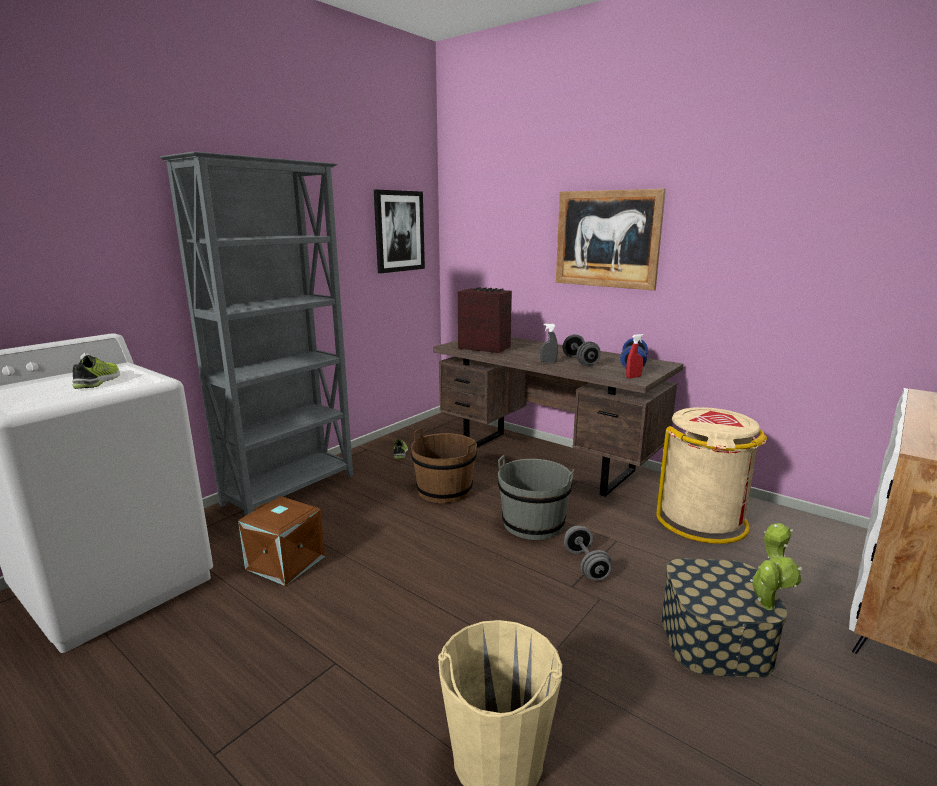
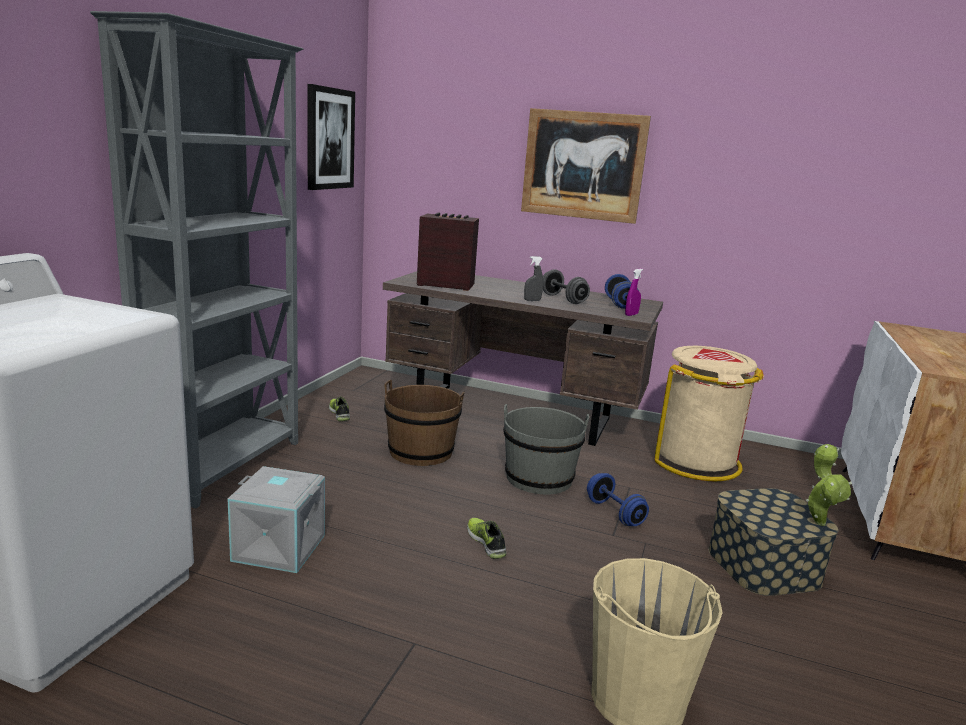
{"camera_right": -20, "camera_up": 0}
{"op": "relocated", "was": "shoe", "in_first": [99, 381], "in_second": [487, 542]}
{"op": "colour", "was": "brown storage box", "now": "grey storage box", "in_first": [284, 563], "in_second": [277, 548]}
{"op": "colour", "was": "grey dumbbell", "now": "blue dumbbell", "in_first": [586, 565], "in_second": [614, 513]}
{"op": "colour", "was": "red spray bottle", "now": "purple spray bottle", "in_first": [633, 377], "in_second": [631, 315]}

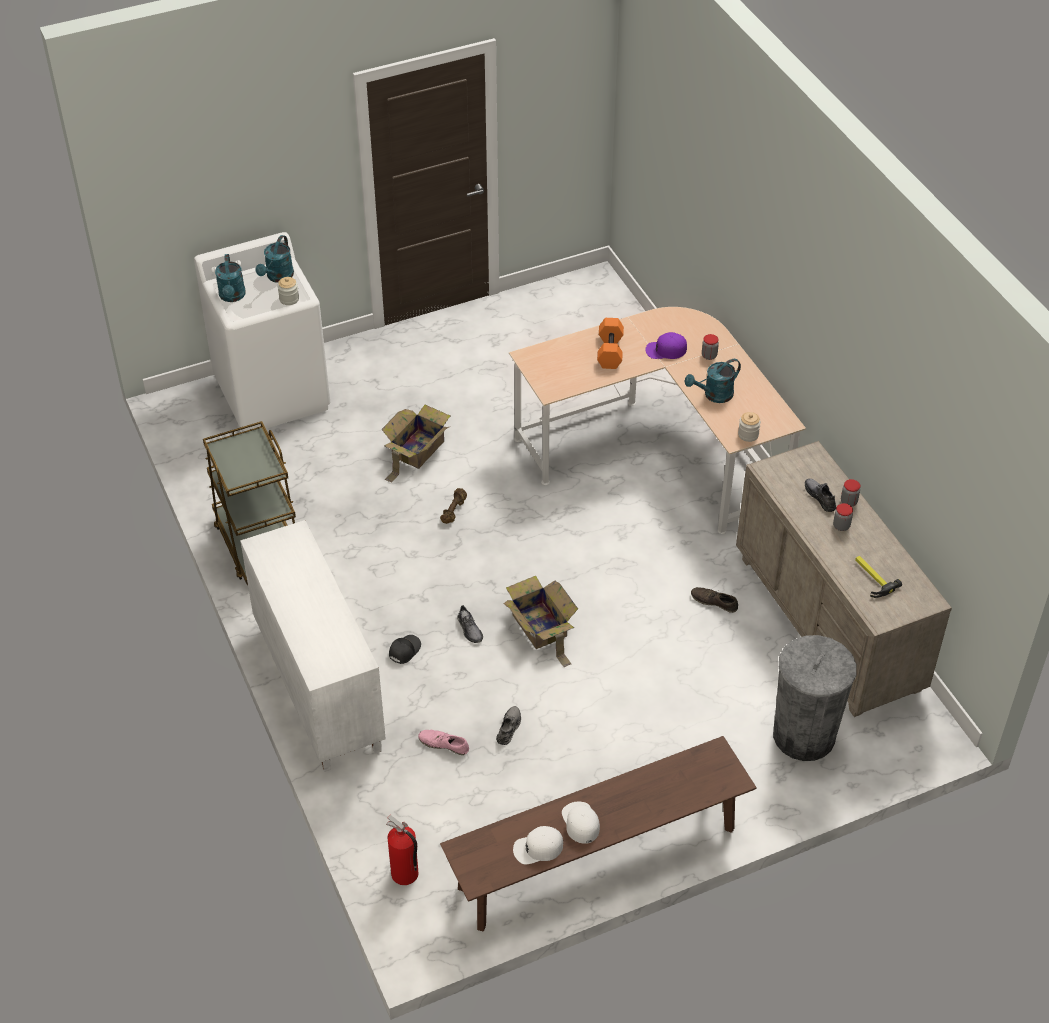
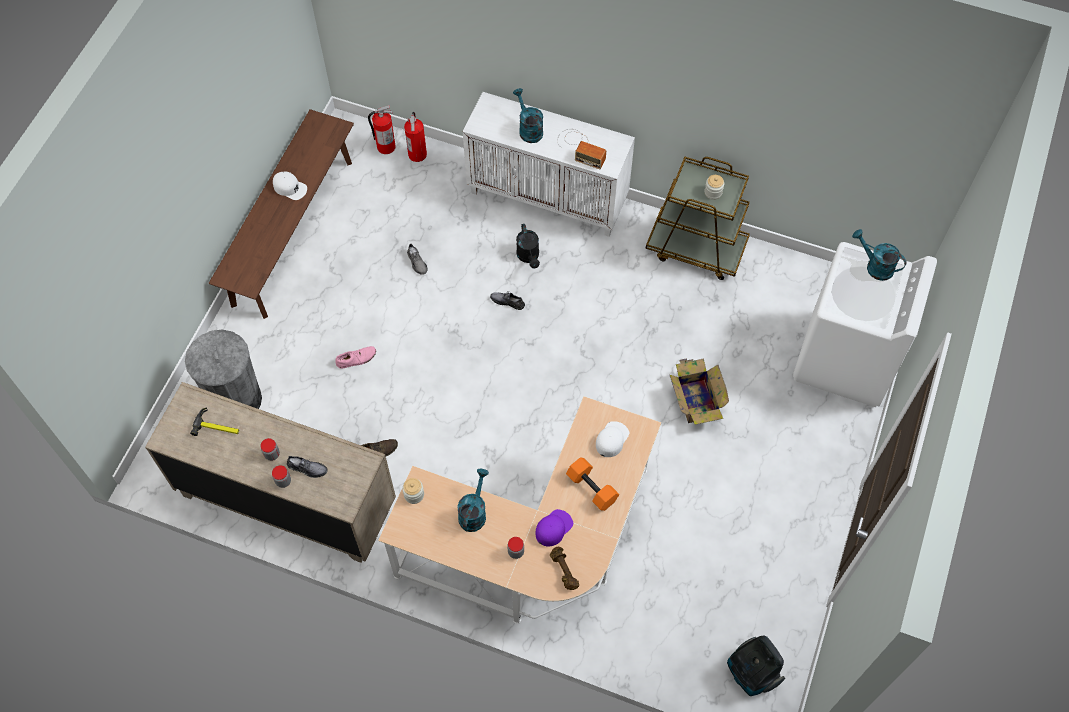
{"camera_right": 135, "camera_up": 15}
{"op": "missing", "was": "cardboard box", "in_first": [540, 628]}
{"op": "appeared", "now": "fire extinguisher", "in_second": [418, 154]}
{"op": "appeared", "now": "radio", "in_second": [580, 148]}
{"op": "appeared", "now": "vacuum cleaner", "in_second": [751, 673]}
{"op": "relocated", "was": "turquoise watering can", "in_first": [278, 277], "in_second": [528, 129]}
{"op": "relocated", "was": "jar", "in_first": [289, 299], "in_second": [713, 192]}
{"op": "relocated", "was": "pink shoe", "in_first": [444, 744], "in_second": [356, 359]}
{"op": "relocated", "was": "brown dumbbell", "in_first": [454, 511], "in_second": [563, 571]}
{"op": "relocated", "was": "white cap", "in_first": [538, 848], "in_second": [611, 439]}
{"op": "exchanged", "was": "black cap", "now": "black watering can", "in_first": [404, 650], "in_second": [529, 257]}

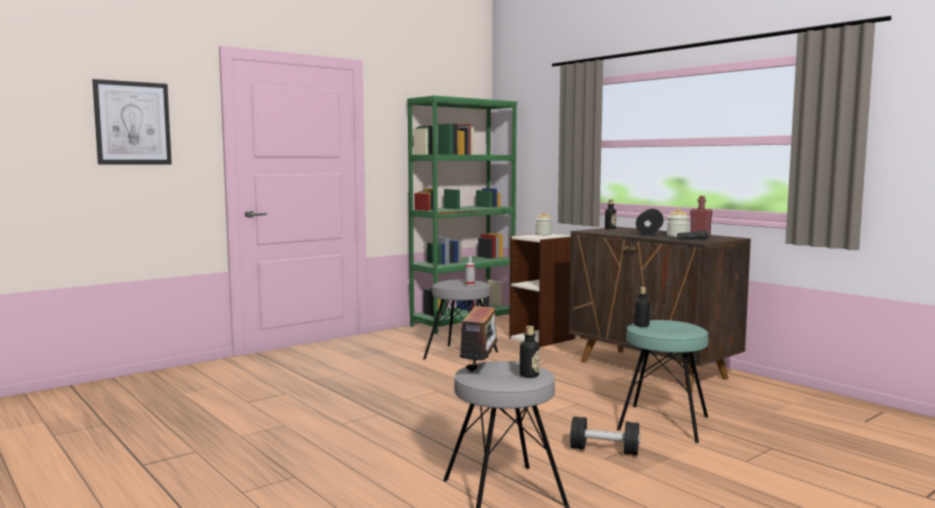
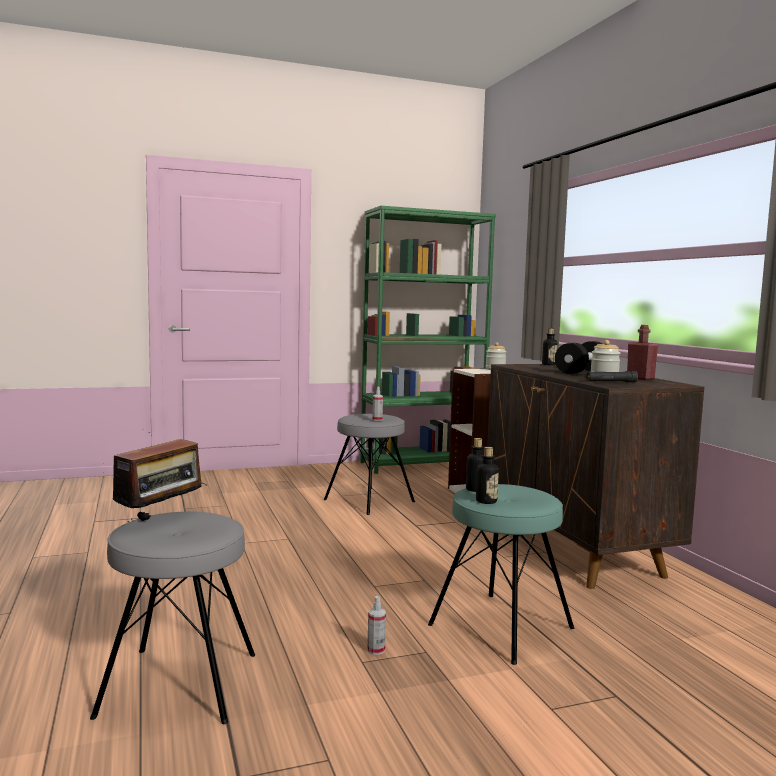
{"camera_right": 20, "camera_up": 0}
{"op": "missing", "was": "picture", "in_first": [132, 123]}
{"op": "relocated", "was": "bottle", "in_first": [529, 375], "in_second": [486, 501]}
{"op": "exchanged", "was": "black dumbbell", "now": "spray bottle", "in_first": [604, 450], "in_second": [376, 650]}

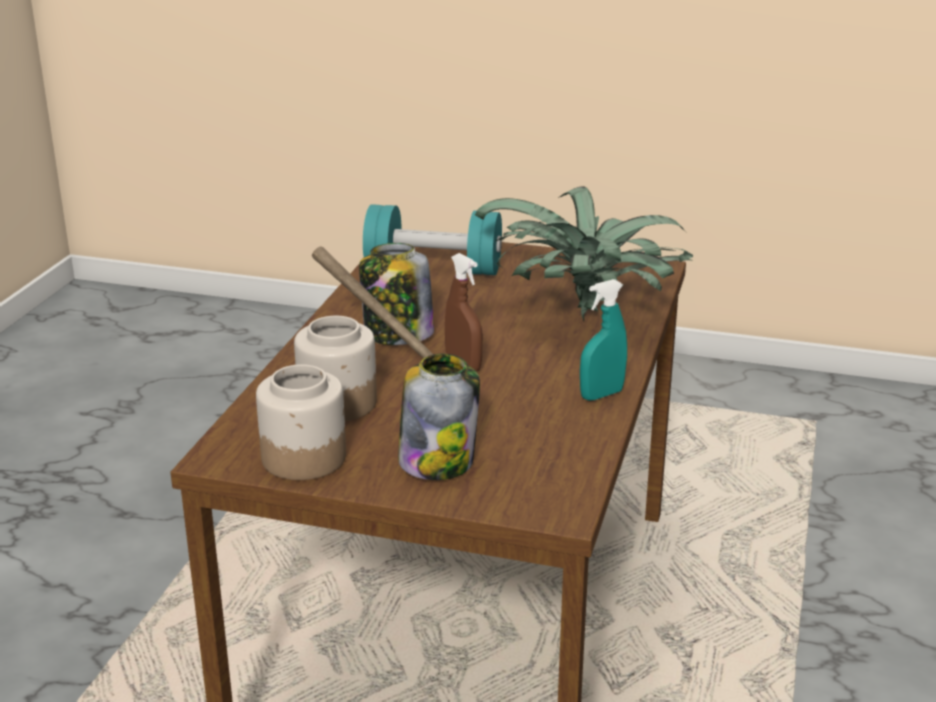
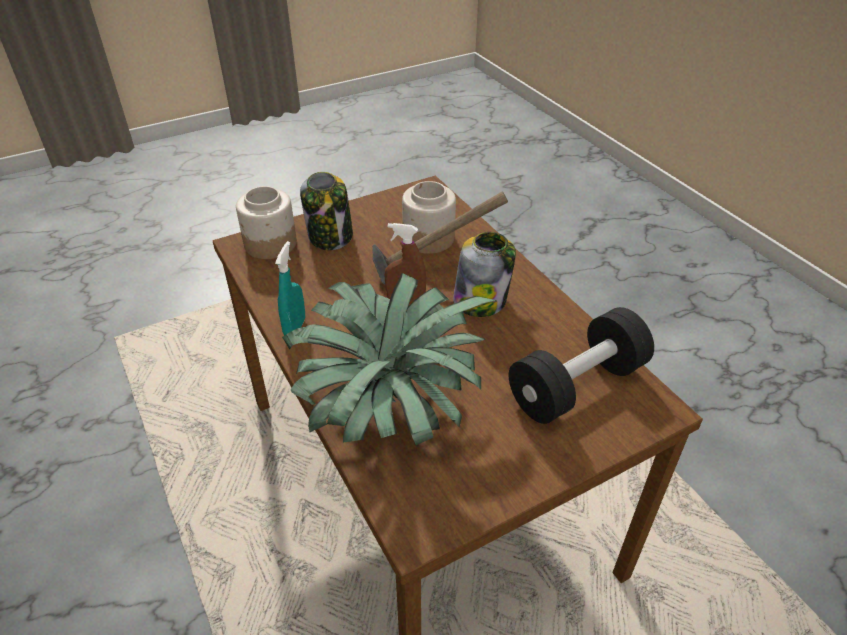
{"camera_right": 135, "camera_up": 15}
{"op": "relocated", "was": "jar", "in_first": [305, 457], "in_second": [270, 244]}
{"op": "colour", "was": "turquoise dumbbell", "now": "black dumbbell", "in_first": [433, 268], "in_second": [577, 385]}

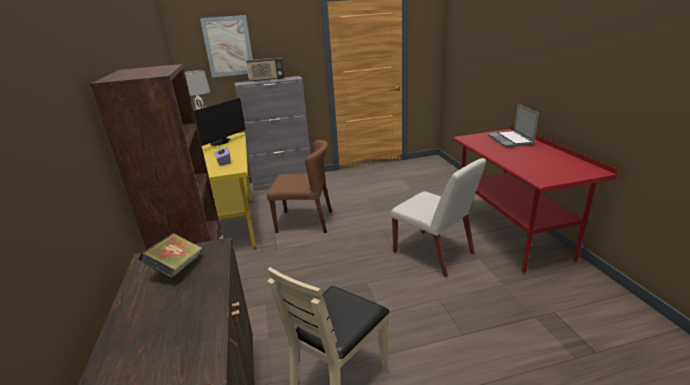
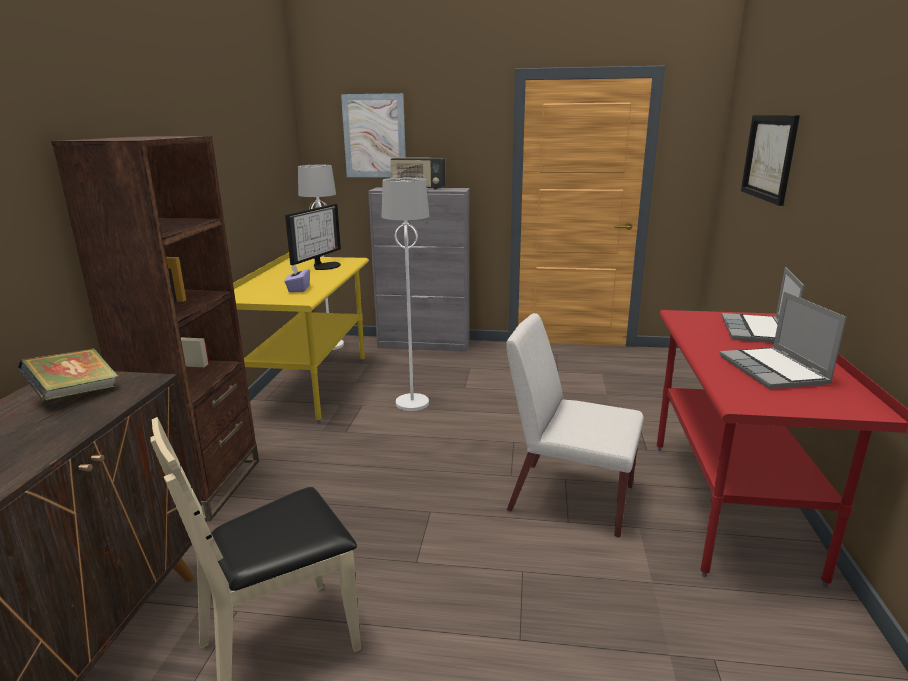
{"camera_right": 20, "camera_up": -5}
{"op": "appeared", "now": "laptop", "in_second": [774, 370]}
{"op": "appeared", "now": "picture", "in_second": [769, 157]}
{"op": "exchanged", "was": "brown chair", "now": "white floor lamp", "in_first": [305, 221], "in_second": [412, 403]}
{"op": "spun", "was": "monitor", "in_first": [221, 142], "in_second": [324, 266], "clockwise": 150}
{"op": "spun", "was": "white chair", "in_first": [434, 253], "in_second": [569, 498], "clockwise": 135}

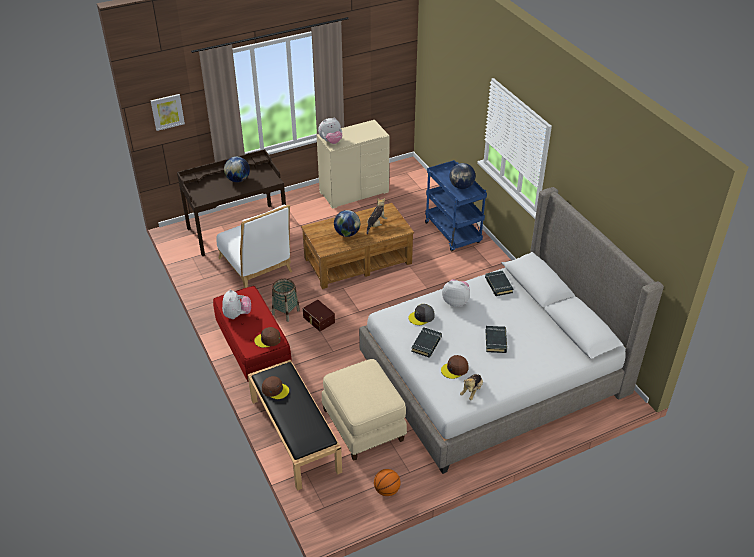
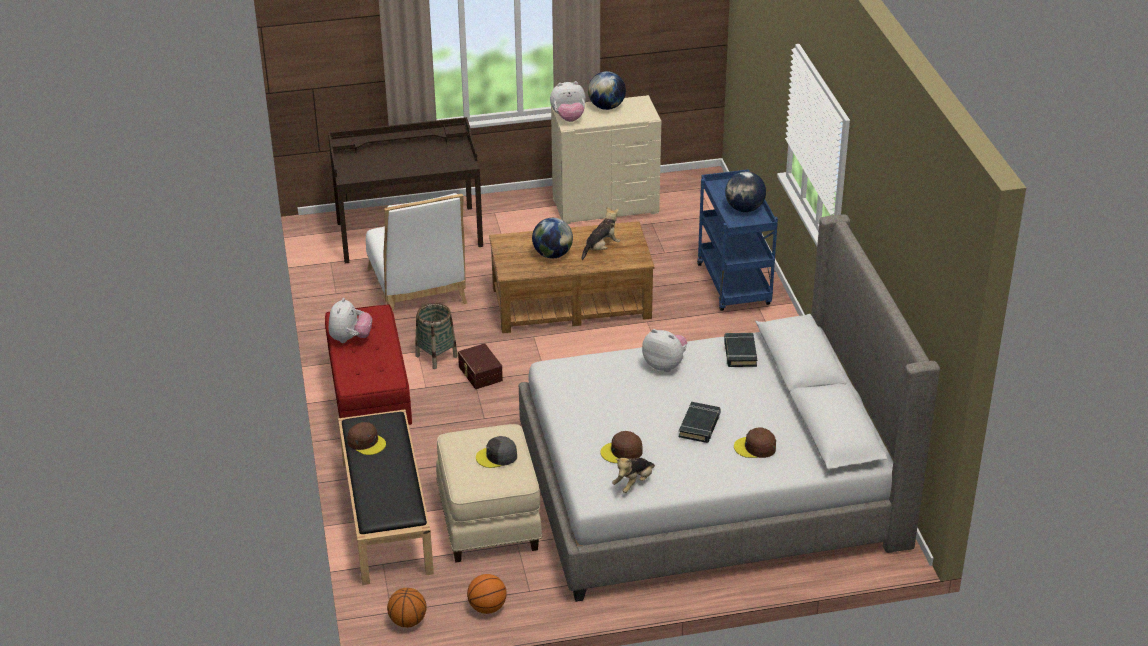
{"camera_right": 15, "camera_up": -5}
{"op": "missing", "was": "picture", "in_first": [167, 111]}
{"op": "missing", "was": "black book", "in_first": [426, 344]}
{"op": "appeared", "now": "basketball", "in_second": [408, 621]}
{"op": "relocated", "was": "globe", "in_first": [238, 179], "in_second": [606, 107]}
{"op": "relocated", "was": "brown cap", "in_first": [268, 340], "in_second": [755, 447]}
{"op": "relocated", "was": "grey cap", "in_first": [421, 317], "in_second": [497, 456]}

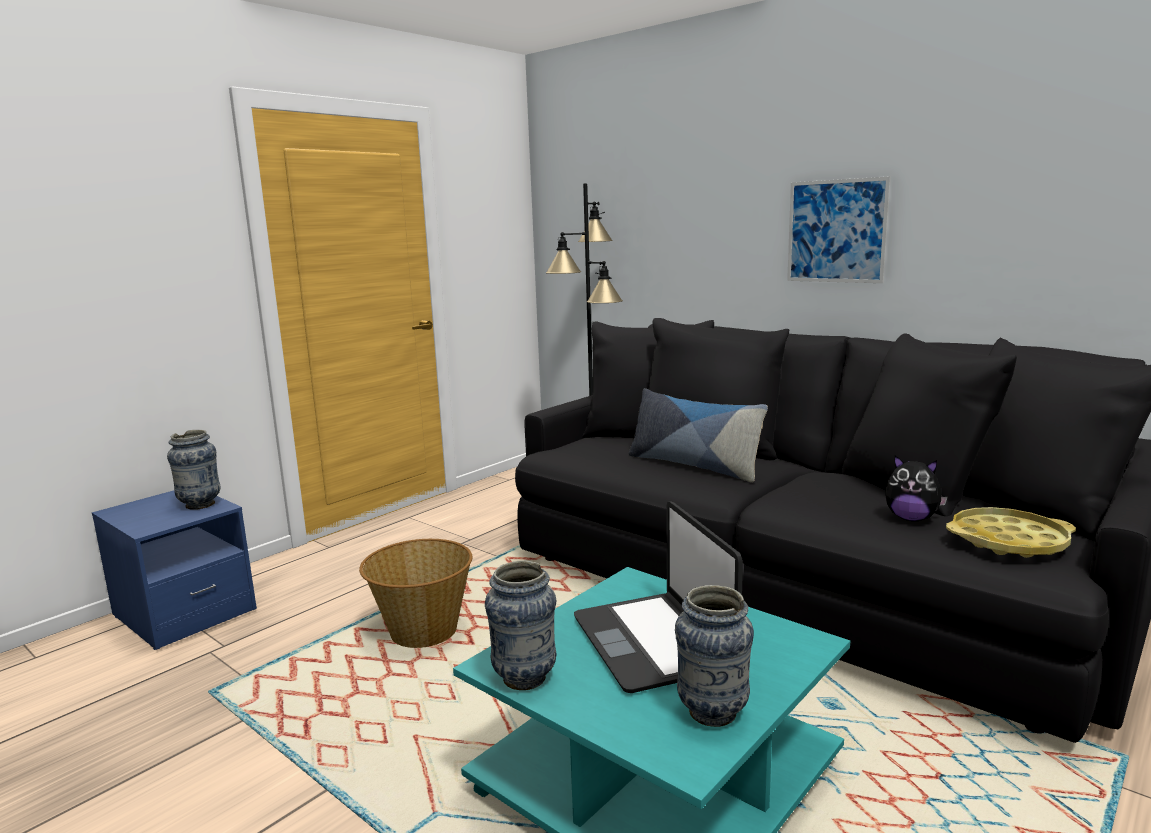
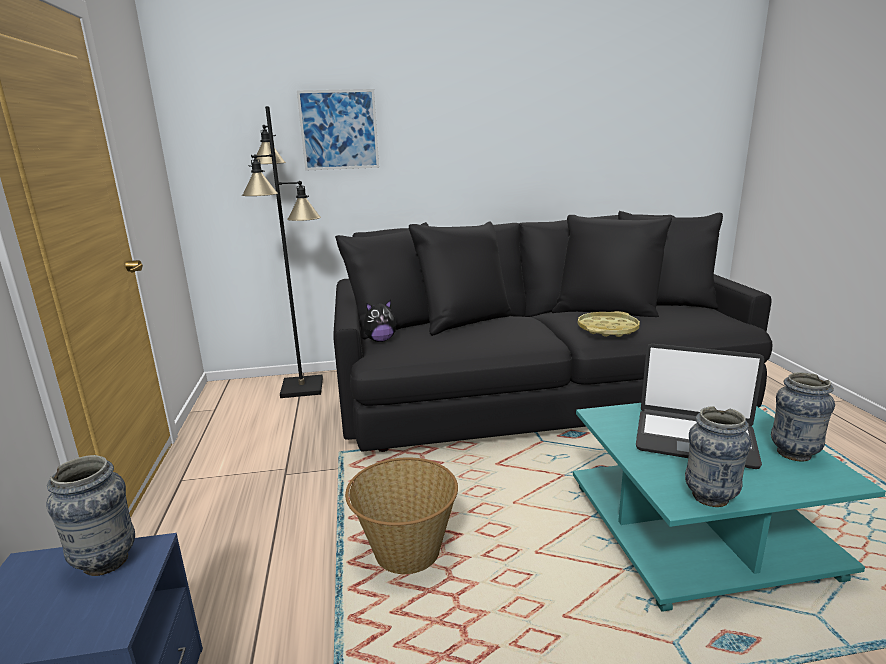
{"camera_right": -50, "camera_up": 5}
{"op": "missing", "was": "pillow", "in_first": [694, 465]}
{"op": "relocated", "was": "picture", "in_first": [836, 231], "in_second": [339, 130]}
{"op": "relocated", "was": "plush toy", "in_first": [911, 518], "in_second": [380, 340]}
{"op": "relocated", "was": "yellow tray", "in_first": [1008, 541], "in_second": [607, 329]}

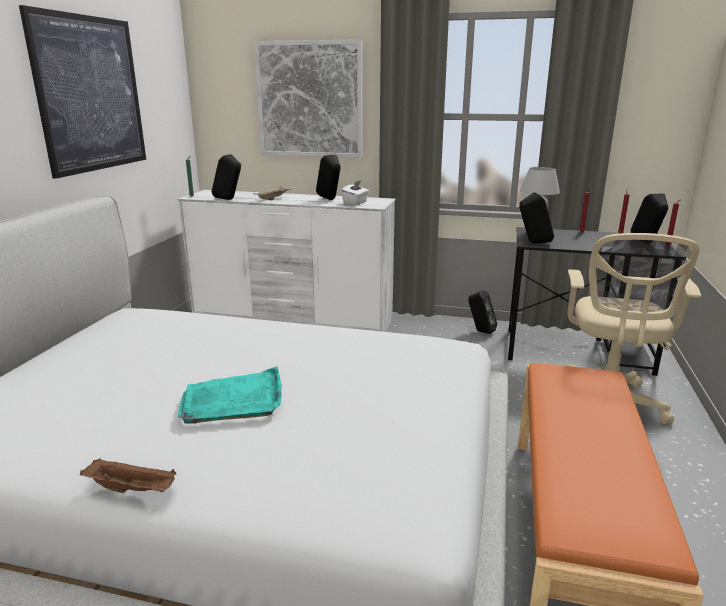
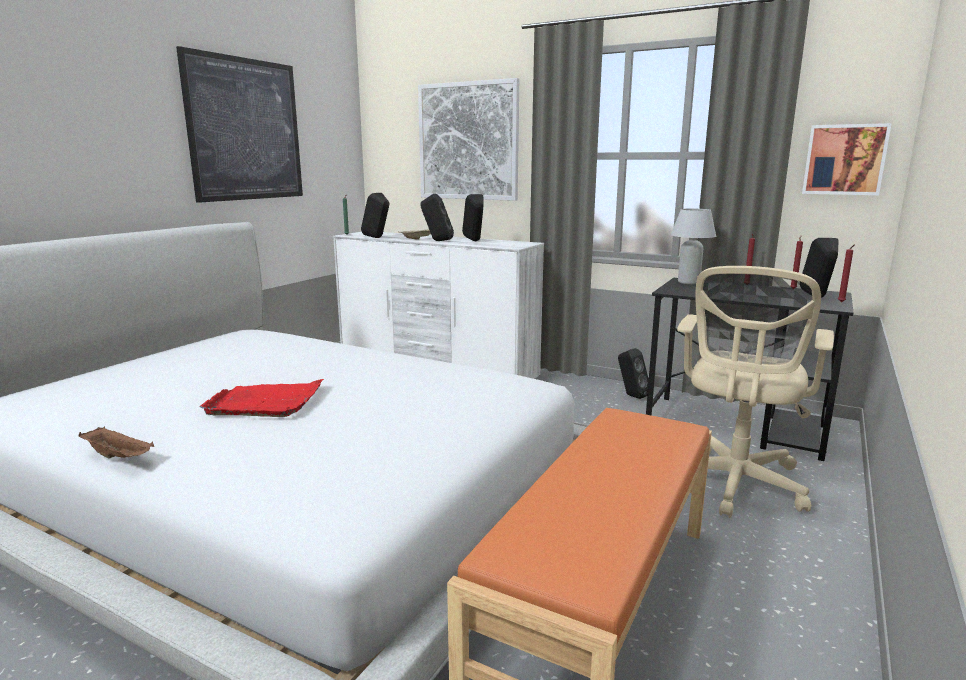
{"camera_right": 15, "camera_up": -5}
{"op": "missing", "was": "white tissue box", "in_first": [355, 203]}
{"op": "appeared", "now": "picture", "in_second": [844, 159]}
{"op": "relocated", "was": "black speaker", "in_first": [533, 243], "in_second": [437, 241]}
{"op": "colour", "was": "turquoise tray", "now": "red tray", "in_first": [233, 400], "in_second": [266, 402]}

